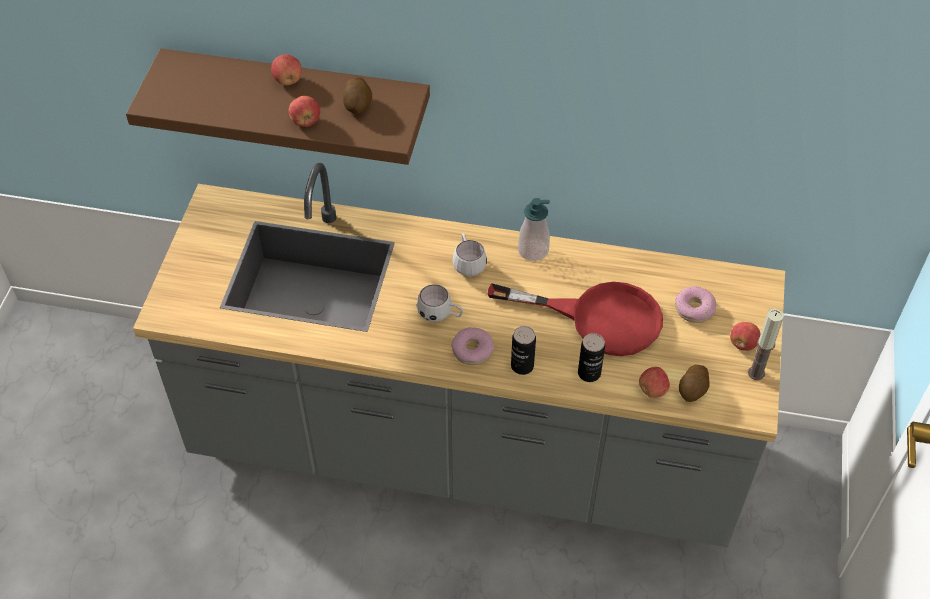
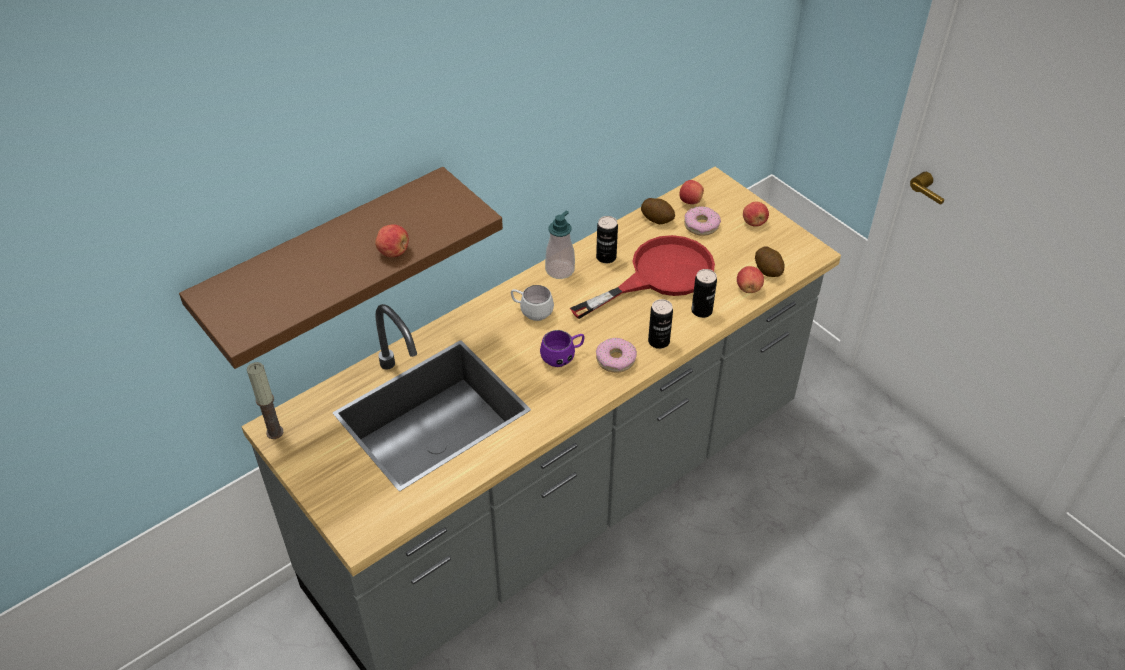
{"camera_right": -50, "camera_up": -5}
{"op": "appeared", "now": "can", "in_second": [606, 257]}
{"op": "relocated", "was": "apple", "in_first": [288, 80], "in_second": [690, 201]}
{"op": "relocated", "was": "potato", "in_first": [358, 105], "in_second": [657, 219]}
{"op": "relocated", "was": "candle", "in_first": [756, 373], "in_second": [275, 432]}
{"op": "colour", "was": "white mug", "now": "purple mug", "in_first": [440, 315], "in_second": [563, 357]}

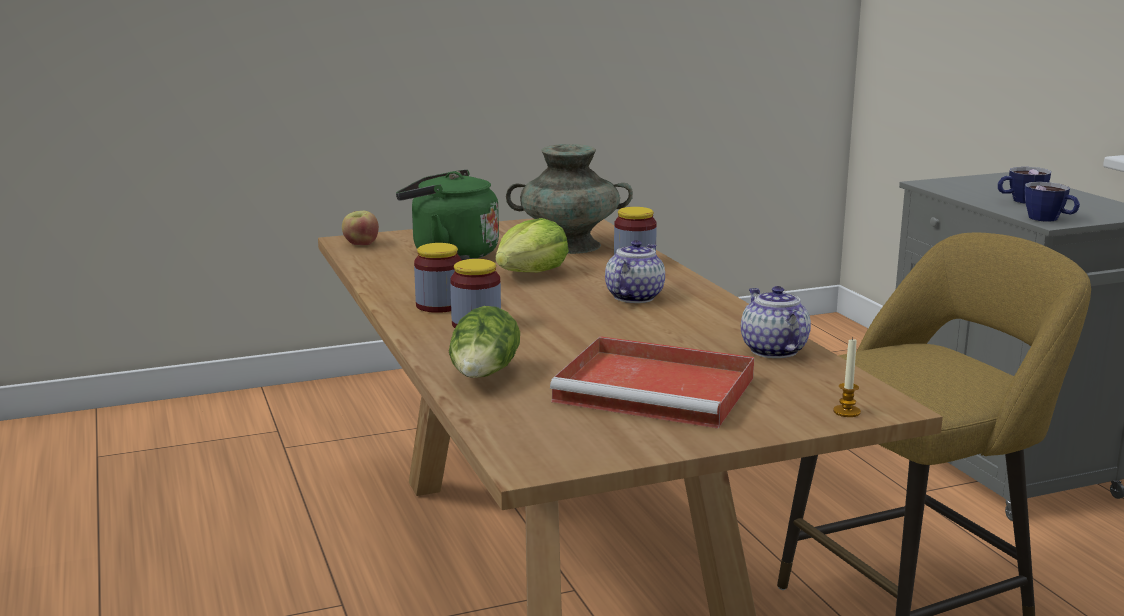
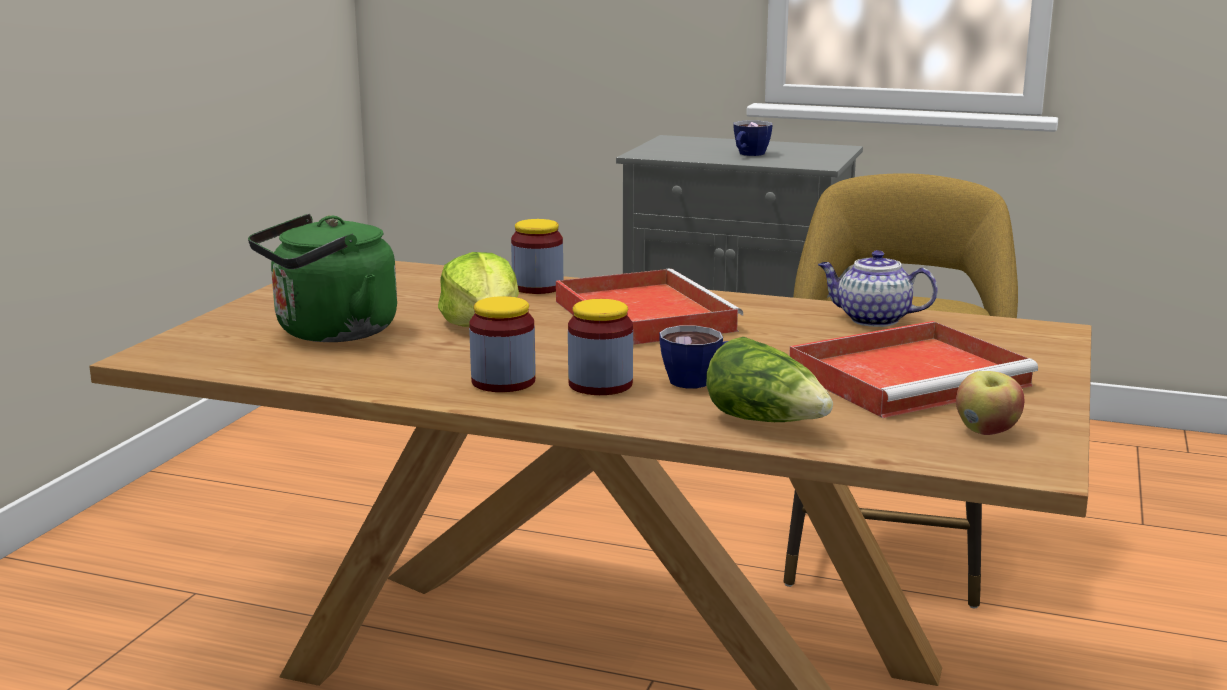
{"camera_right": -50, "camera_up": 0}
{"op": "missing", "was": "turquoise vase", "in_first": [569, 245]}
{"op": "missing", "was": "candle", "in_first": [846, 412]}
{"op": "relocated", "was": "apple", "in_first": [361, 244], "in_second": [987, 431]}
{"op": "relocated", "was": "cup", "in_first": [1049, 219], "in_second": [700, 381]}
{"op": "exchanged", "was": "teapot", "now": "red tray", "in_first": [634, 297], "in_second": [641, 315]}

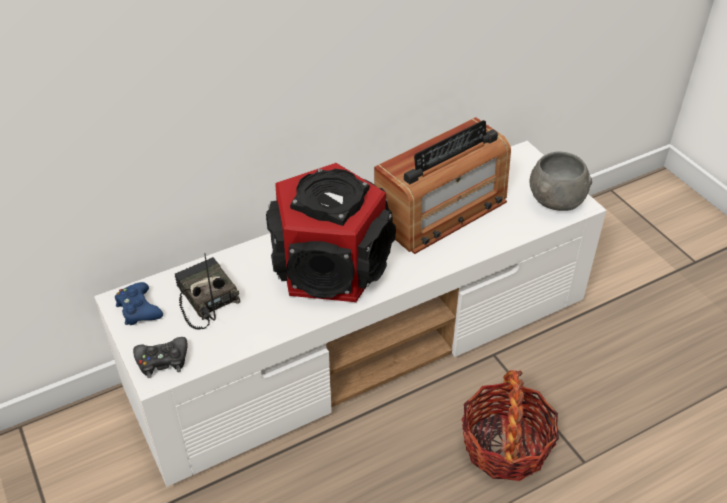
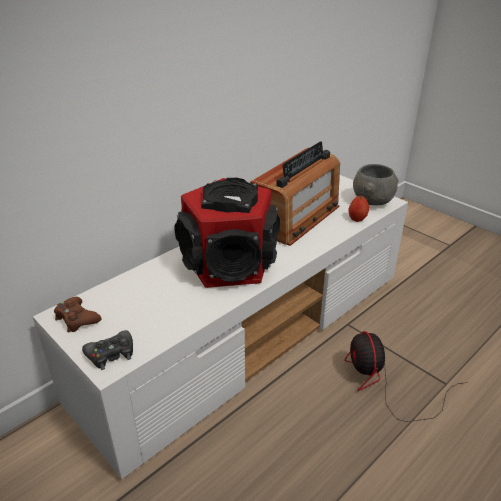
{"camera_right": -15, "camera_up": -10}
{"op": "missing", "was": "radio", "in_first": [205, 299]}
{"op": "appeared", "now": "apple", "in_second": [357, 219]}
{"op": "exchanged", "was": "basket", "now": "fan", "in_first": [505, 446], "in_second": [384, 385]}
{"op": "colour", "was": "blue game controller", "now": "brown game controller", "in_first": [138, 309], "in_second": [77, 319]}

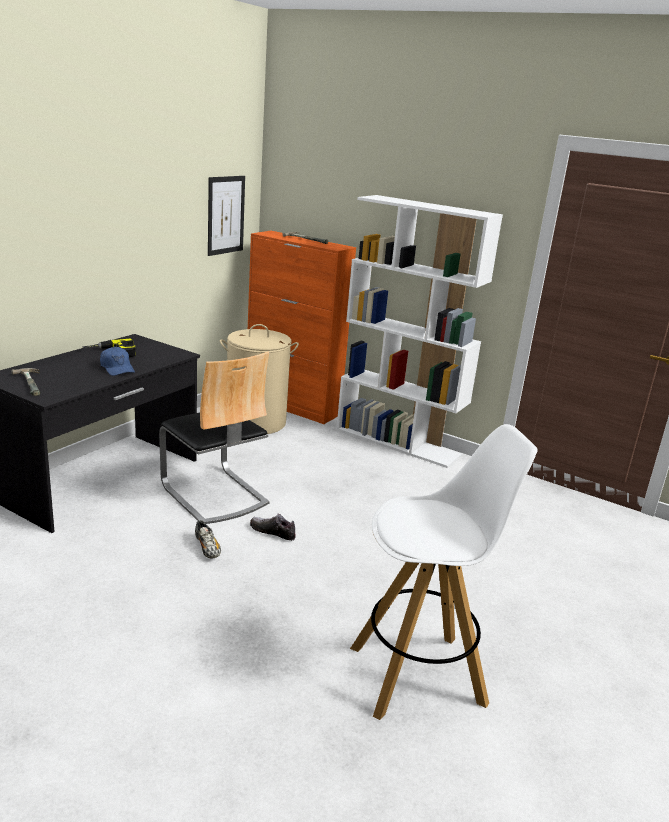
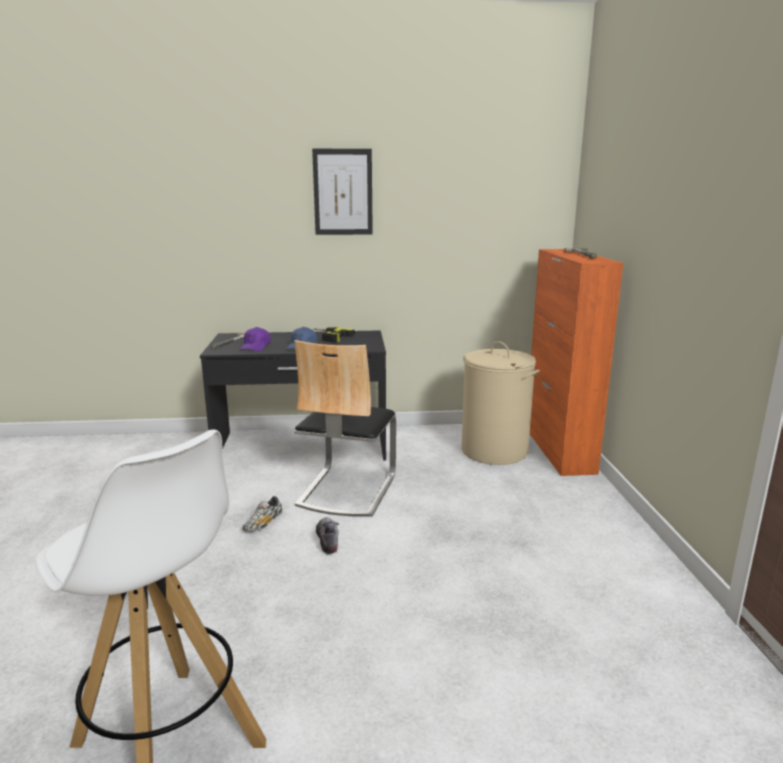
{"camera_right": 55, "camera_up": -5}
{"op": "missing", "was": "white bookcase", "in_first": [398, 442]}
{"op": "appeared", "now": "purple cap", "in_second": [256, 347]}
{"op": "relocated", "was": "picture", "in_first": [225, 215], "in_second": [343, 192]}

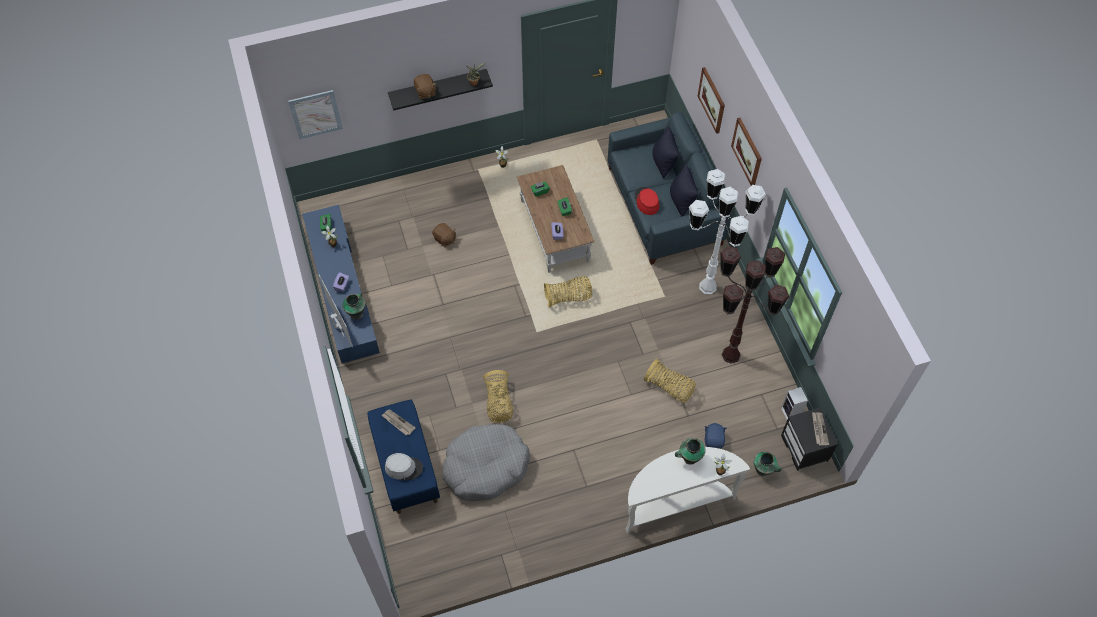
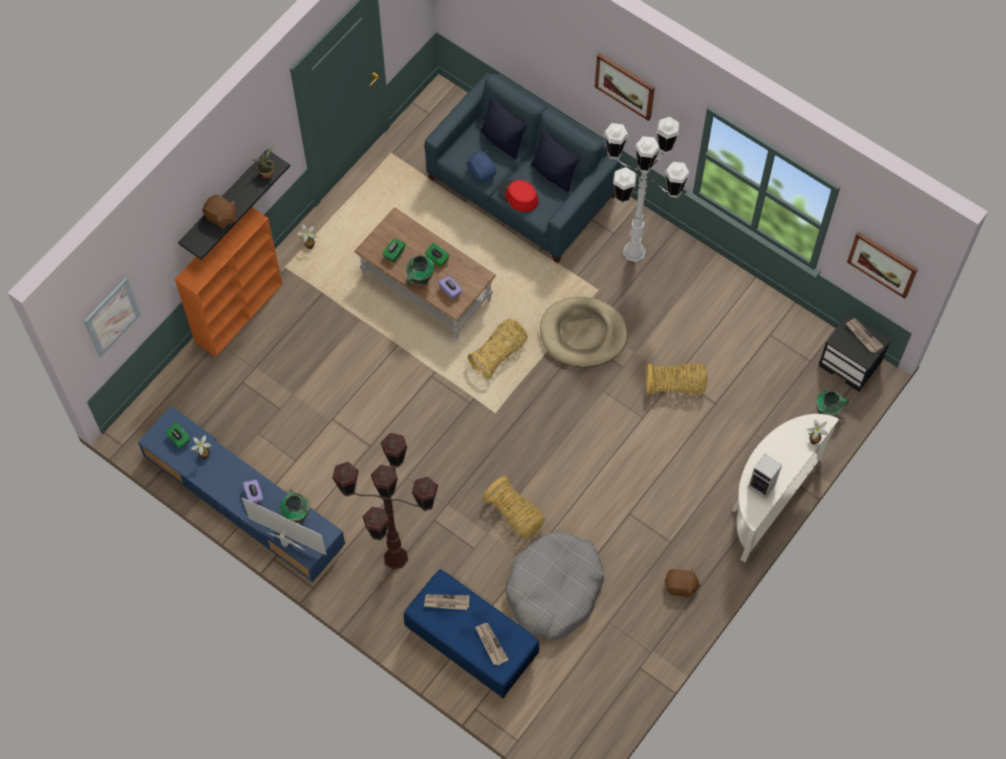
{"camera_right": -35, "camera_up": 5}
{"op": "appeared", "now": "orange bookcase", "in_second": [239, 312]}
{"op": "appeared", "now": "beige dog bed", "in_second": [583, 334]}
{"op": "relocated", "was": "brown plush toy", "in_first": [444, 239], "in_second": [680, 586]}
{"op": "relocated", "was": "vase", "in_first": [689, 458], "in_second": [420, 280]}
{"op": "relocated", "was": "picture", "in_first": [712, 100], "in_second": [882, 263]}
{"op": "relocated", "was": "blue plush toy", "in_first": [713, 440], "in_second": [482, 172]}
{"op": "relocated", "was": "brown floor lamp", "in_first": [731, 355], "in_second": [396, 558]}
{"op": "relocated", "was": "speaker", "in_first": [791, 413], "in_second": [762, 486]}
{"op": "exchanged", "was": "grey hat", "now": "newspaper", "in_first": [404, 467], "in_second": [490, 644]}

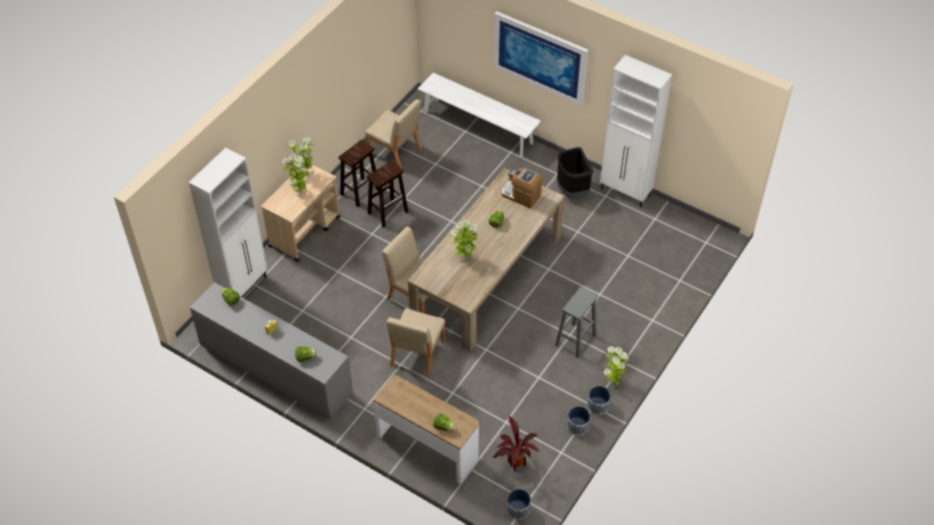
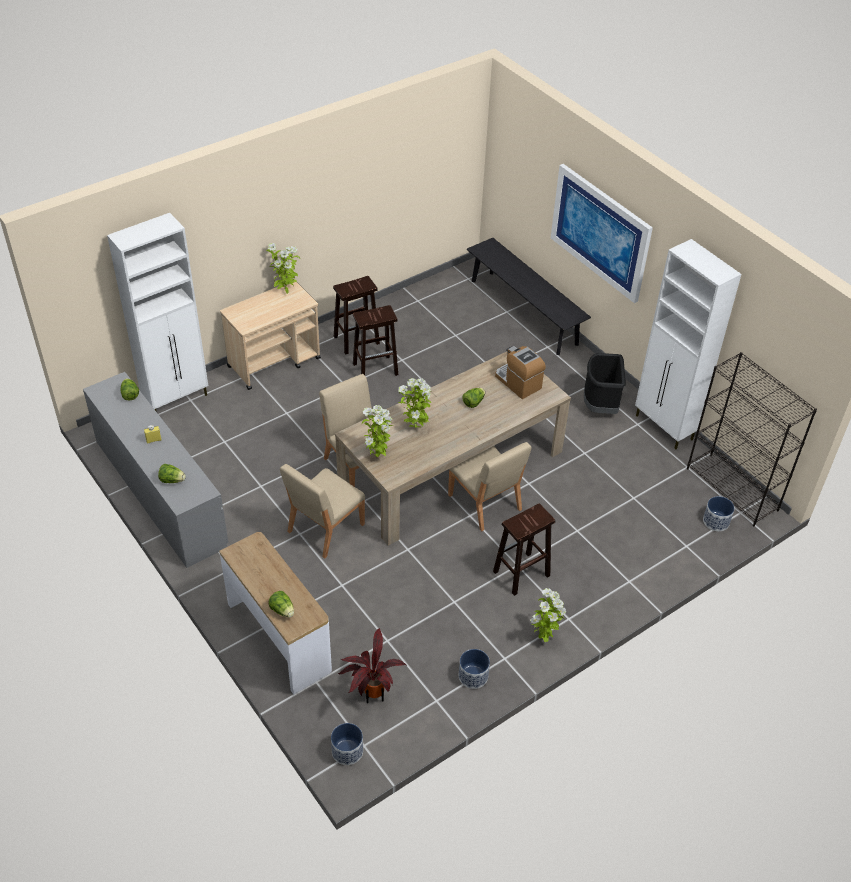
{"camera_right": 20, "camera_up": -5}
{"op": "appeared", "now": "black bookcase", "in_second": [732, 489]}
{"op": "relocated", "was": "potted plant", "in_first": [298, 191], "in_second": [377, 456]}
{"op": "relocated", "was": "beige chair", "in_first": [395, 152], "in_second": [485, 503]}
{"op": "relocated", "was": "planter", "in_first": [598, 405], "in_second": [716, 521]}
{"op": "colour", "was": "white bench", "now": "black bench", "in_first": [478, 127], "in_second": [523, 312]}
{"op": "colour", "was": "grey stool", "now": "brown stool", "in_first": [575, 340], "in_second": [520, 574]}

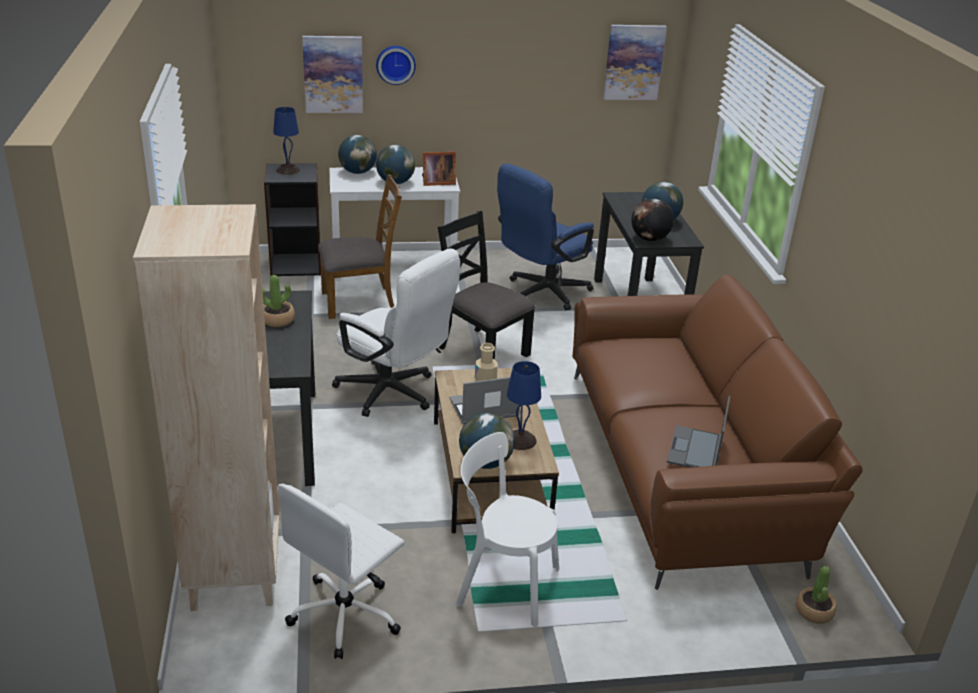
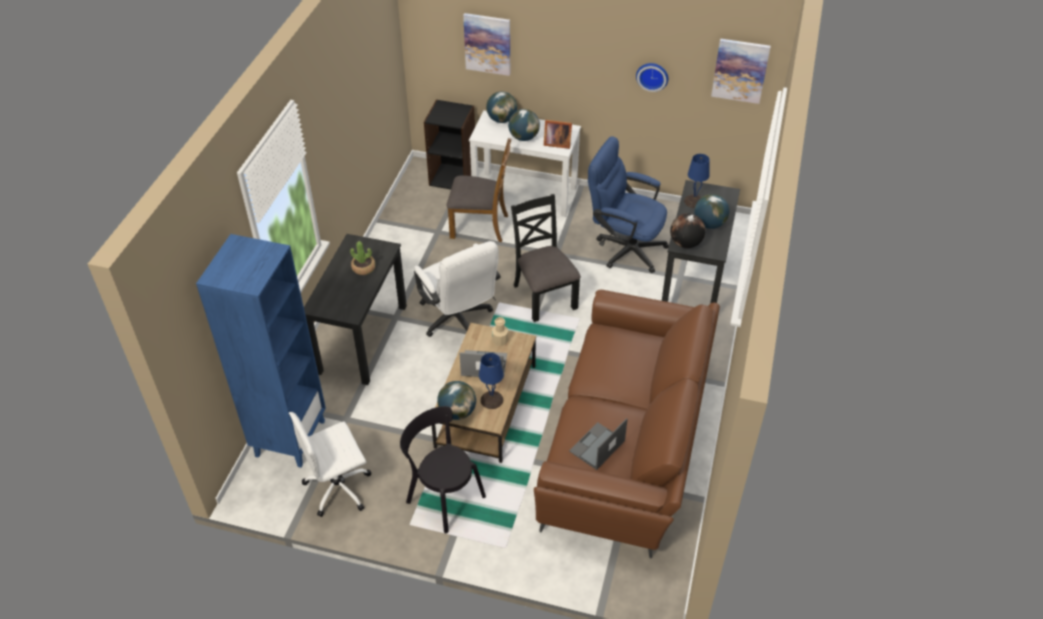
{"camera_right": 25, "camera_up": 15}
{"op": "missing", "was": "potted plant", "in_first": [814, 611]}
{"op": "relocated", "was": "blue table lamp", "in_first": [288, 170], "in_second": [694, 201]}
{"op": "relocated", "was": "wall clock", "in_first": [395, 64], "in_second": [652, 75]}
{"op": "colour", "was": "beige bookcase", "now": "blue bookcase", "in_first": [234, 573], "in_second": [290, 438]}
{"op": "colour", "was": "white chair", "now": "black chair", "in_first": [502, 585], "in_second": [443, 497]}
{"op": "spun", "was": "blue office chair", "in_first": [541, 293], "in_second": [624, 248], "clockwise": 45}

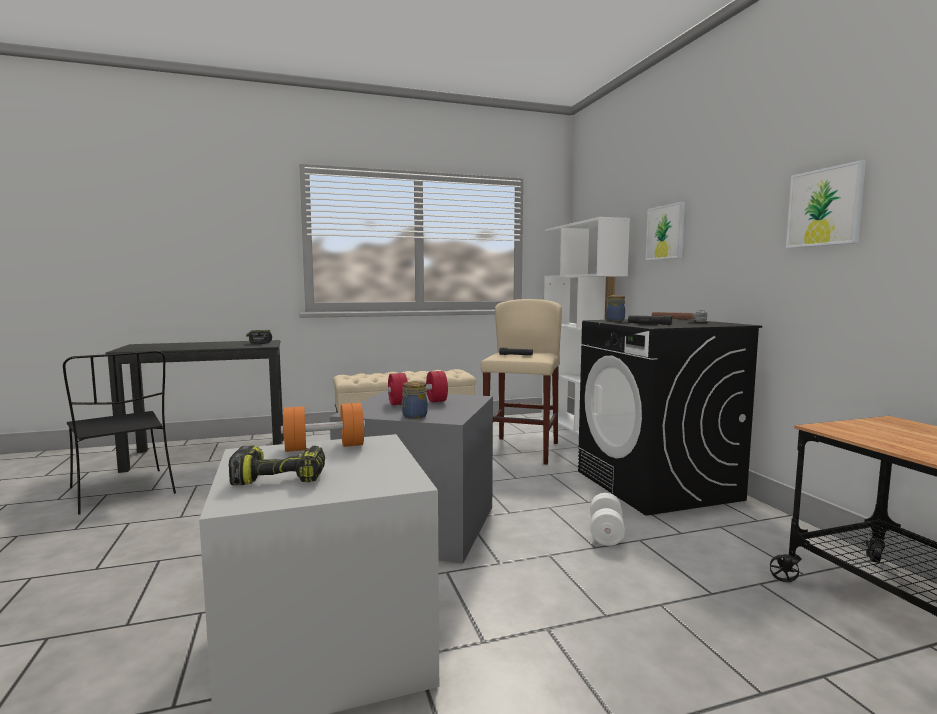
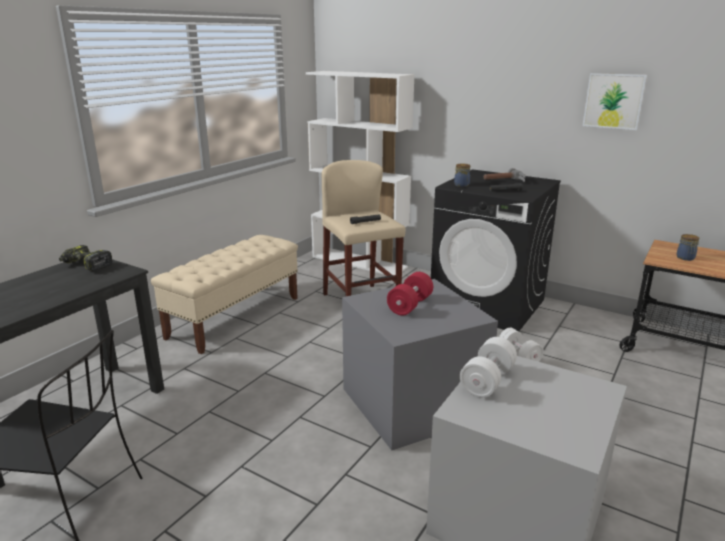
{"camera_right": -40, "camera_up": 15}
{"op": "missing", "was": "power drill", "in_first": [282, 477]}
{"op": "missing", "was": "picture", "in_first": [665, 232]}
{"op": "relocated", "was": "jar", "in_first": [413, 416], "in_second": [685, 258]}
{"op": "colour", "was": "orange dumbbell", "now": "white dumbbell", "in_first": [324, 447], "in_second": [487, 381]}

